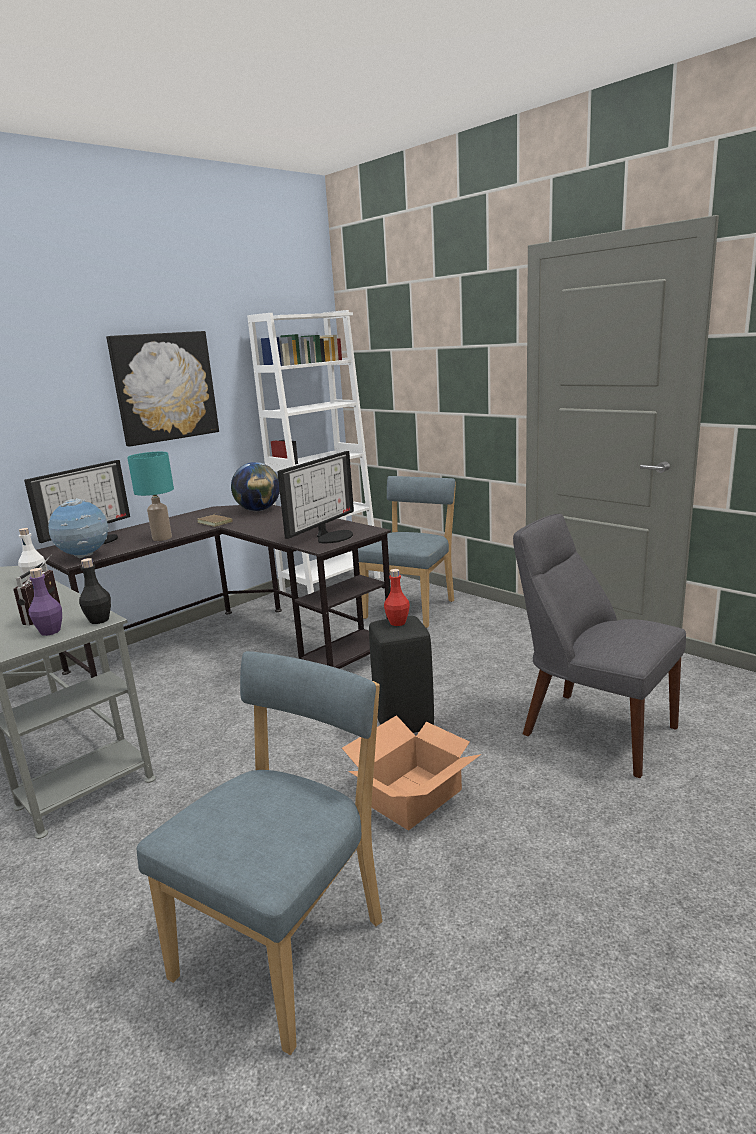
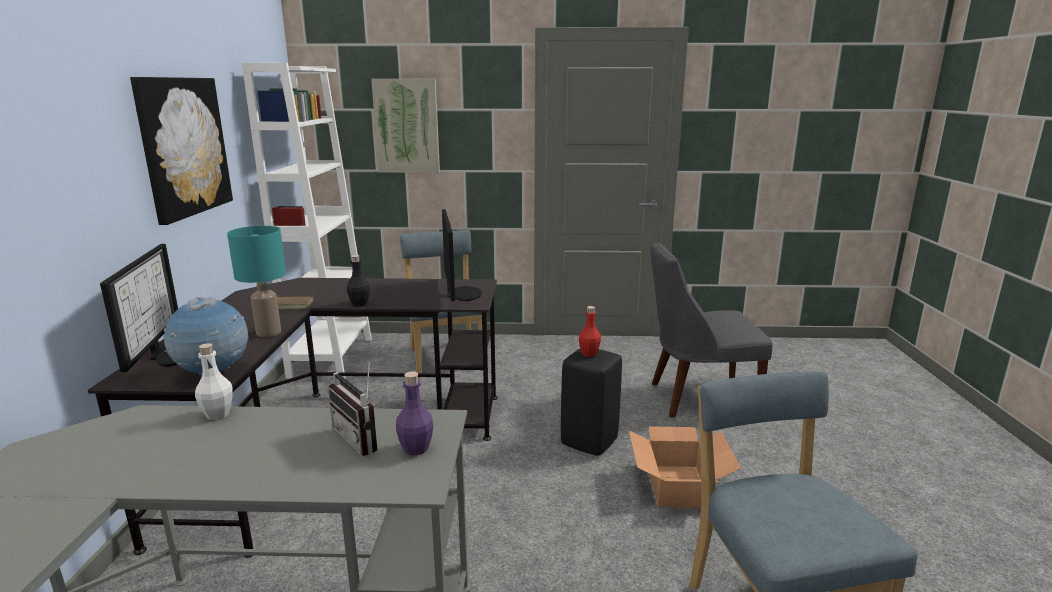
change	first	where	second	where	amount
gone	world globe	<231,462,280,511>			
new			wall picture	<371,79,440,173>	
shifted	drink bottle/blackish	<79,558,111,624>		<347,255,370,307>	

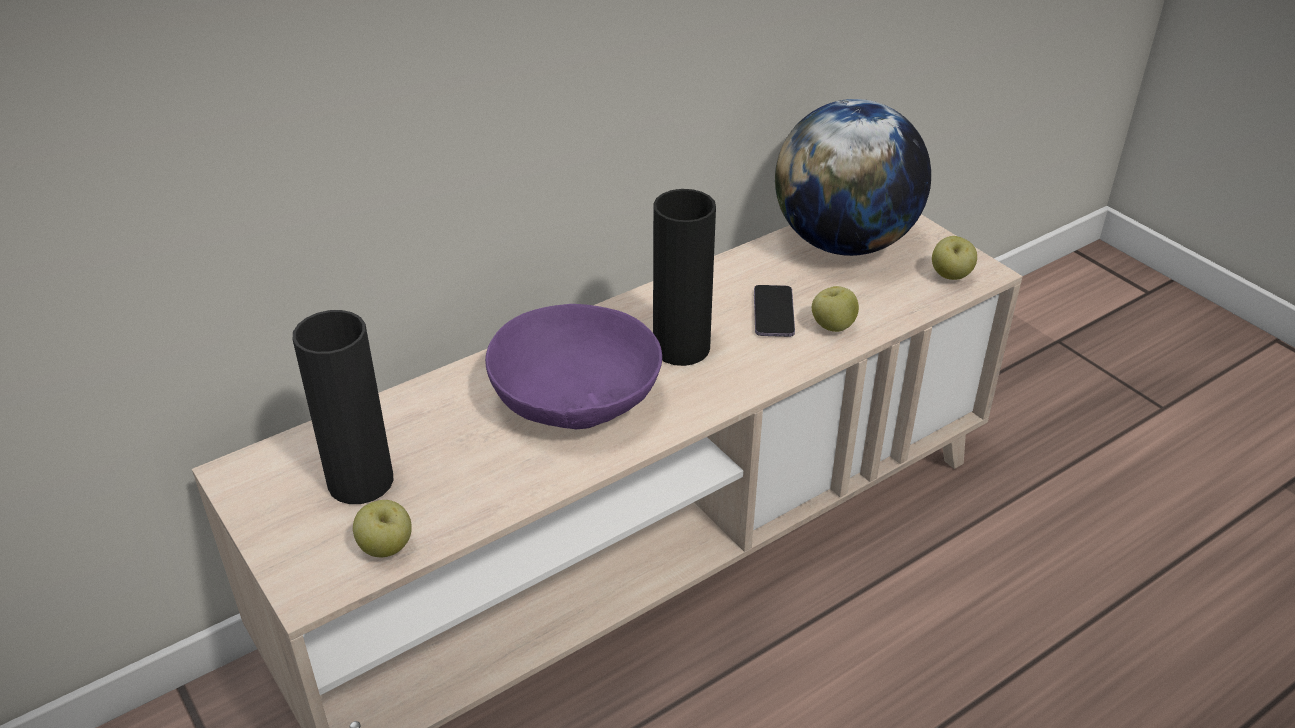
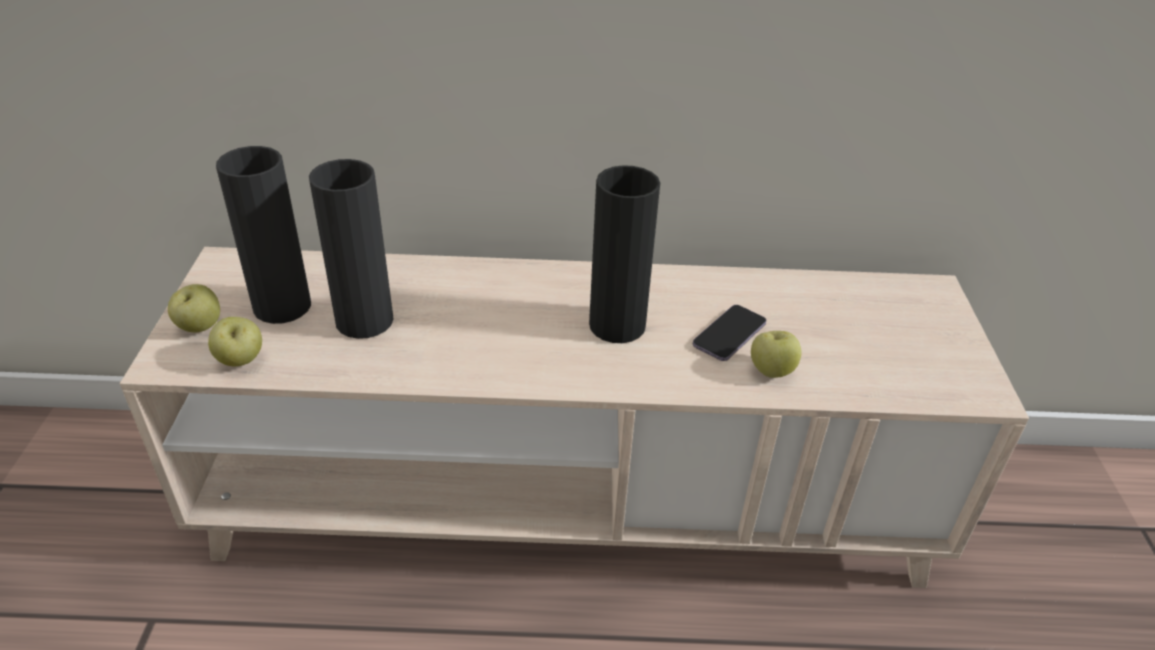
change	first	where	second	where	amount
gone	serving bowl/purplish	<485,304,662,429>			
gone	world globe	<775,99,931,256>			
new			flower vase/blackish	<309,159,394,339>	
shifted	whole apple	<932,236,977,280>		<168,284,220,332>	

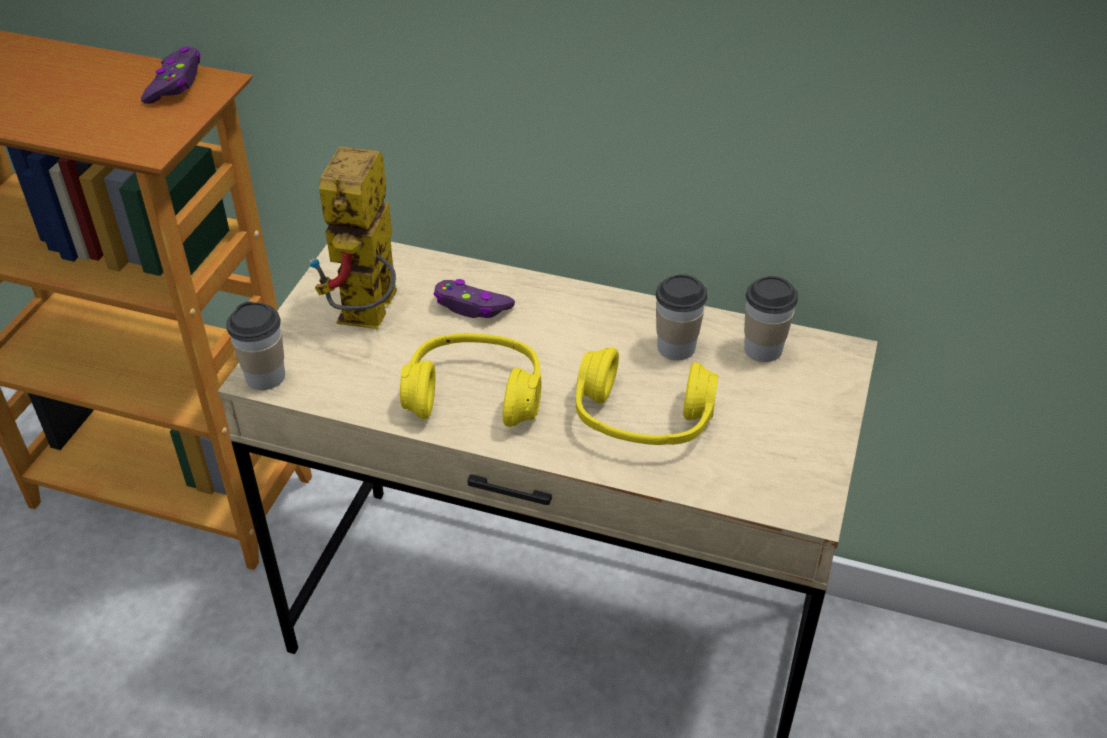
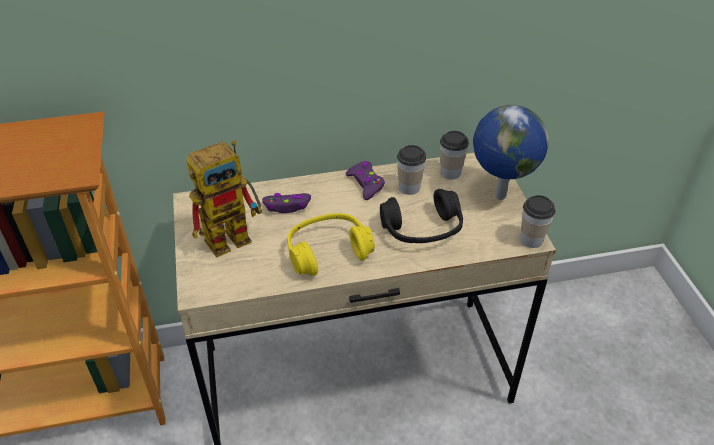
change	first	where	second	where	amount
new			world globe	<473,105,549,200>	
shifted	gamepad/purplish	<141,46,200,104>		<346,161,385,200>	
shifted	cup	<227,302,285,390>		<520,195,555,248>	
repainted	headset/yellow	<576,347,718,445>	headset/blackish	<380,189,463,243>	
rotated	robot figure	<309,147,397,329>		<186,140,262,257>	105 degrees counterclockwise

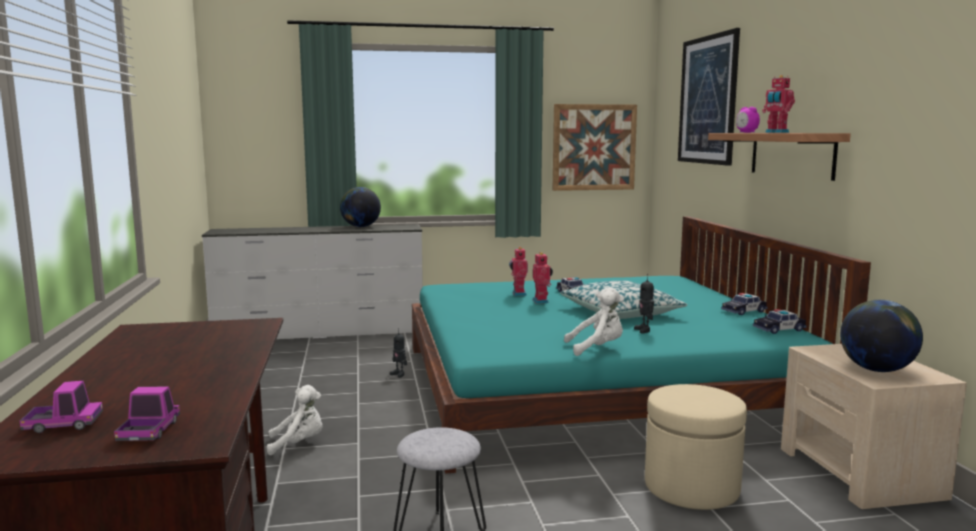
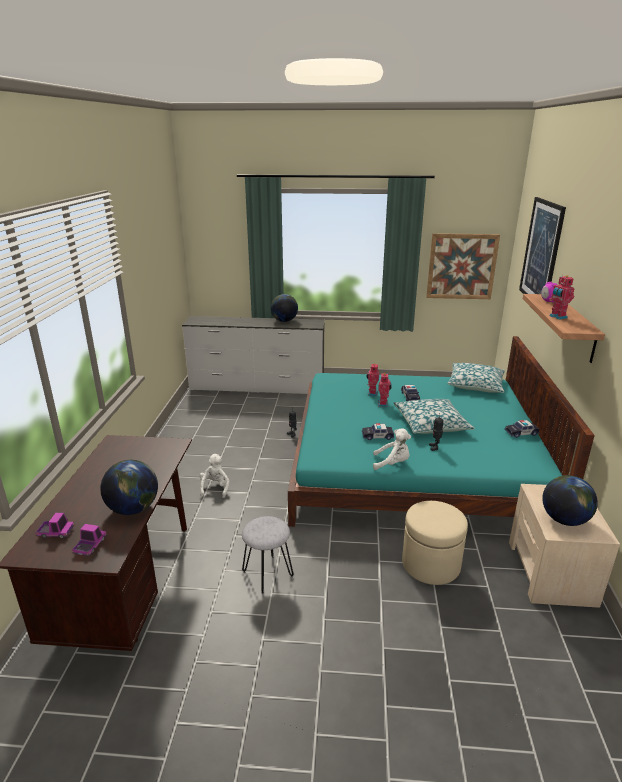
change	first	where	second	where	amount
new			world globe	<100,460,158,515>	
new			pillow	<447,363,505,393>	
shifted	toy car	<753,309,807,334>		<362,423,394,440>	
rotated	cuddly toy/white	<267,385,323,455>		<199,454,229,498>	90 degrees counterclockwise

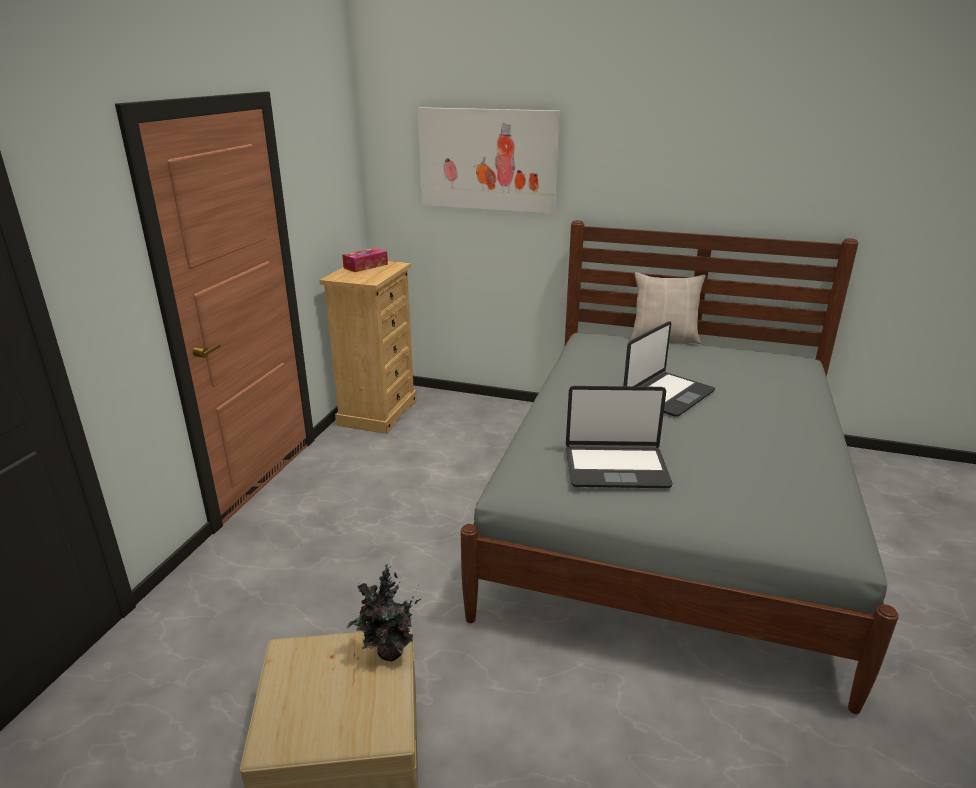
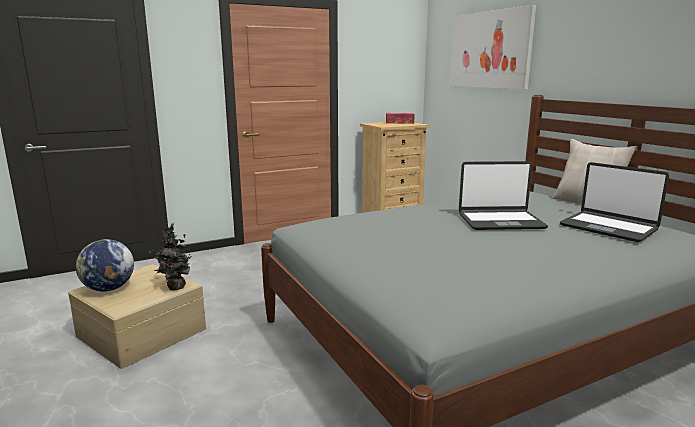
change	first	where	second	where	amount
new			world globe	<76,239,134,292>	
shifted	laptop	<566,386,673,488>		<560,162,669,242>	

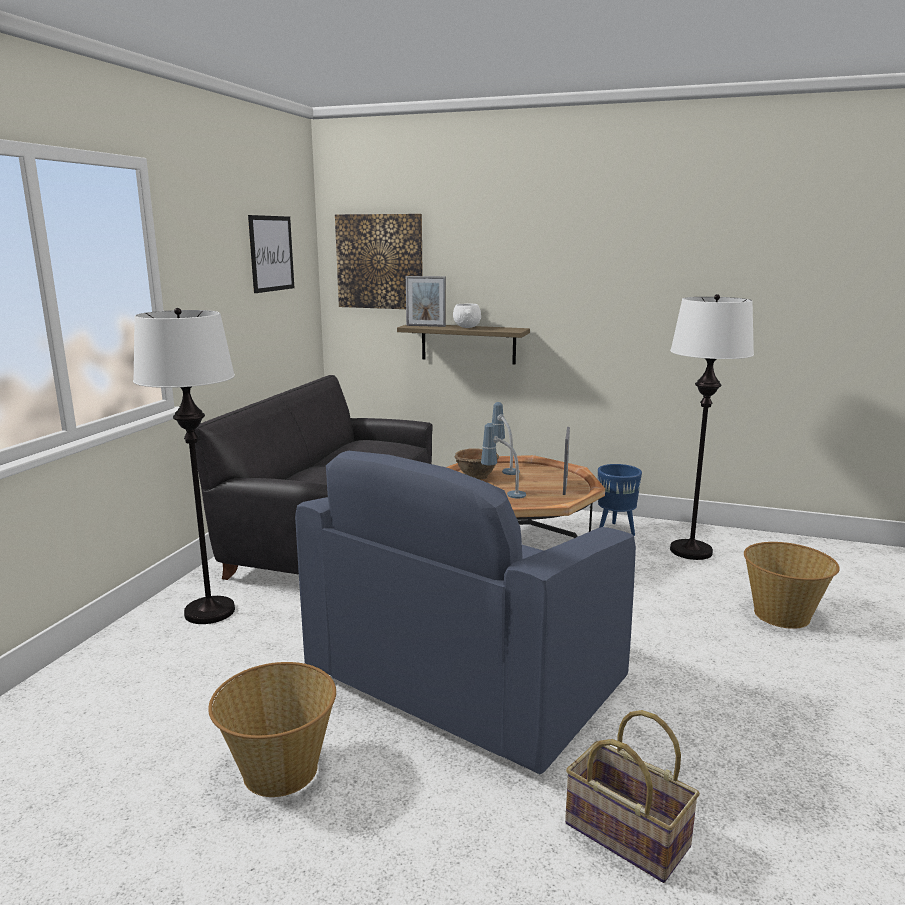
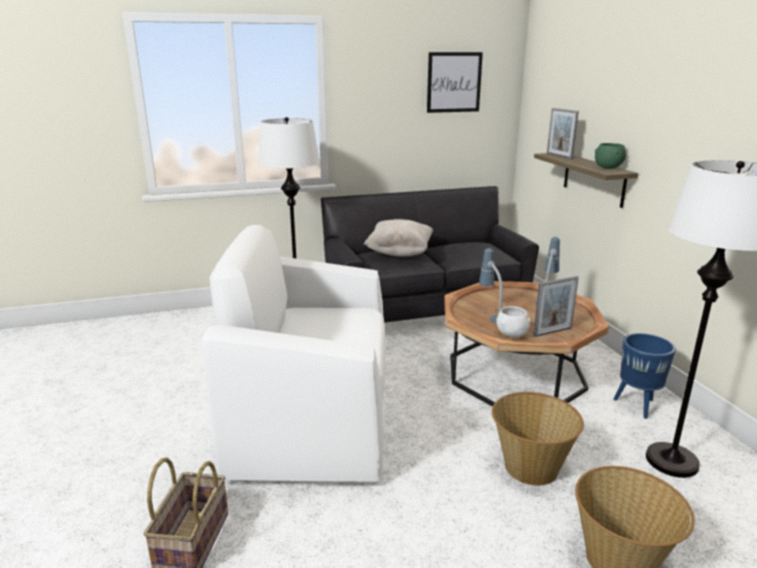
change	first	where	second	where	amount
gone	wall picture	<335,214,423,309>			
gone	serving bowl/brown-coloured	<455,448,499,480>			
new			pillow/beige	<364,219,433,257>	
new			serving bowl/green-coloured	<595,143,626,169>	
shifted	basket	<208,662,336,797>		<492,392,584,486>	
shifted	serving bowl/white	<453,304,481,328>		<496,306,531,338>	
repainted	armchair/blue-coloured	<295,451,636,774>	armchair/white	<202,225,385,483>	

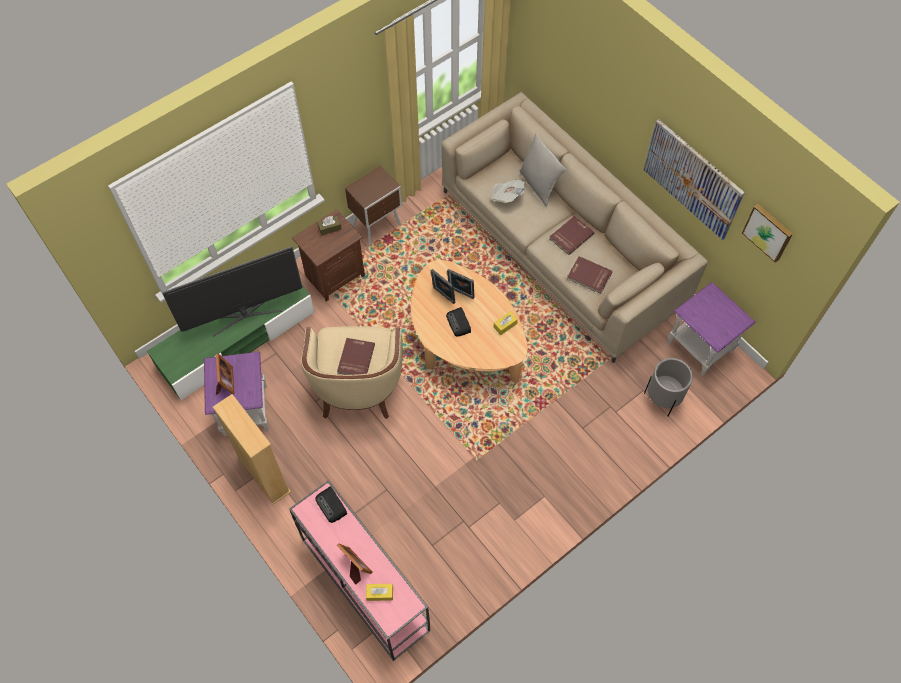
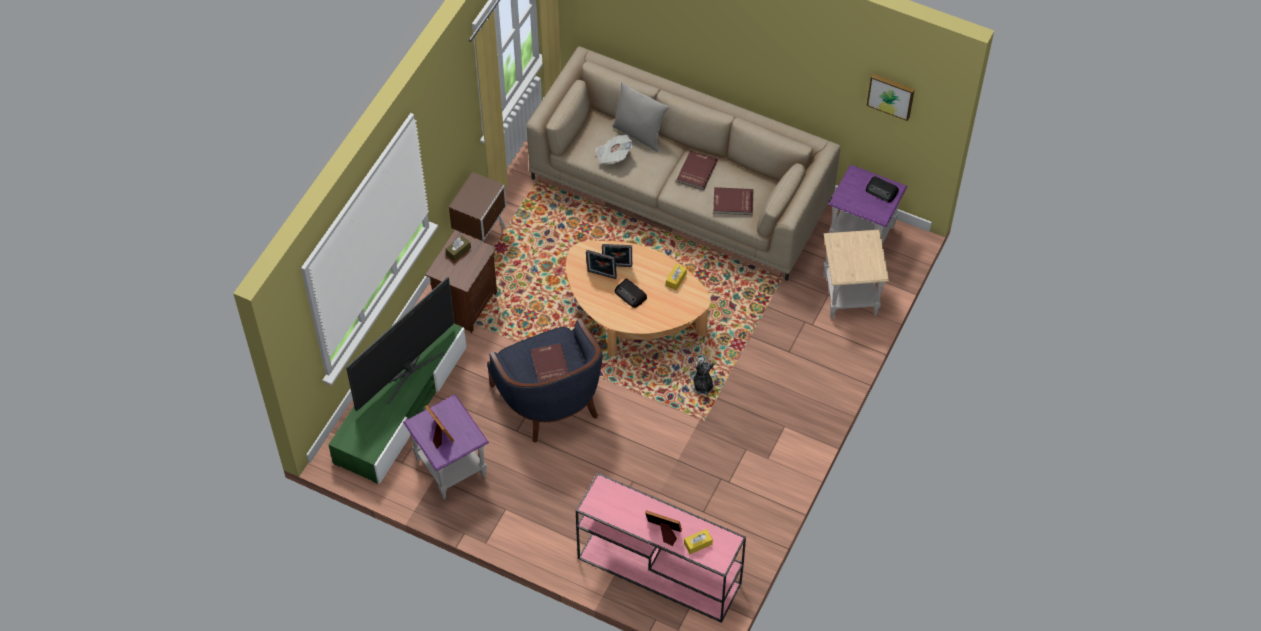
change	first	where	second	where	amount
gone	bookcase/beige	<213,394,291,505>			
gone	wall picture	<643,119,745,240>			
new			cuddly toy	<691,357,714,396>	
shifted	radio set	<315,487,347,523>		<866,176,899,202>	
swapped	flower pot/gray	<644,358,693,417>	end table/beige	<823,230,889,319>	
repainted	armchair/beige	<301,326,403,419>	armchair/blue-coloured	<487,318,602,443>	

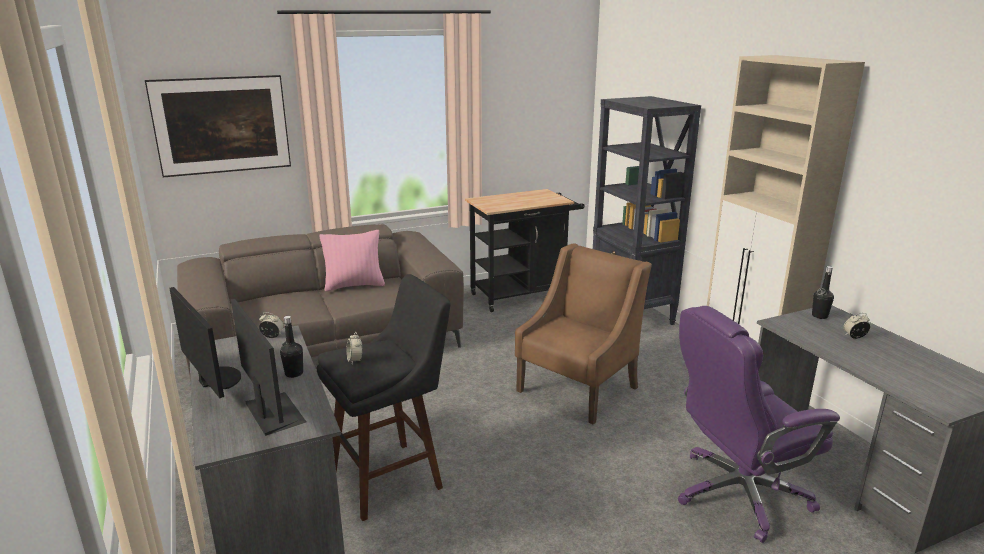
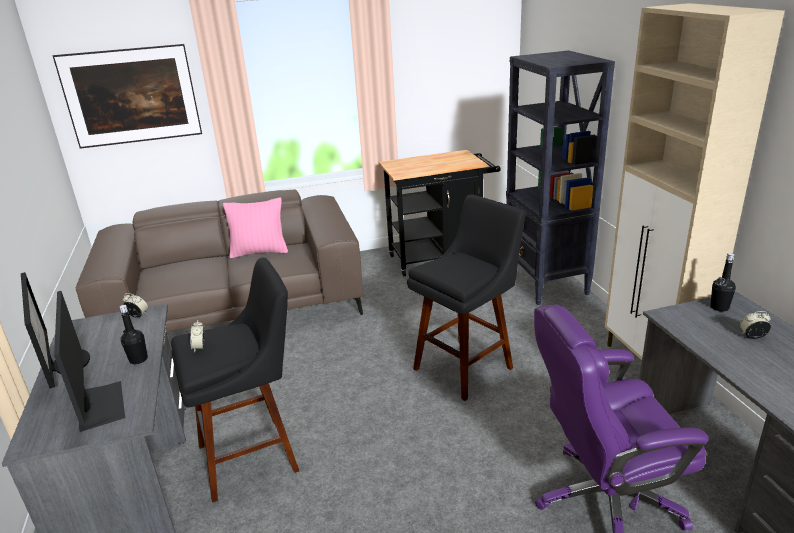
change	first	where	second	where	amount
swapped	armchair/brown-coloured	<515,244,652,425>	stool seat/blackish	<407,194,526,401>	

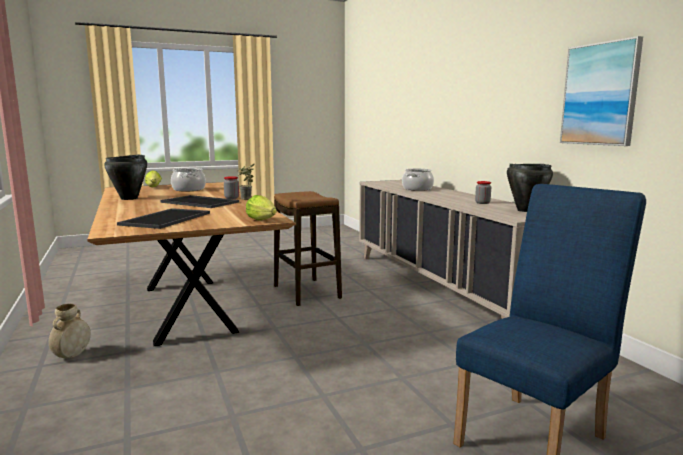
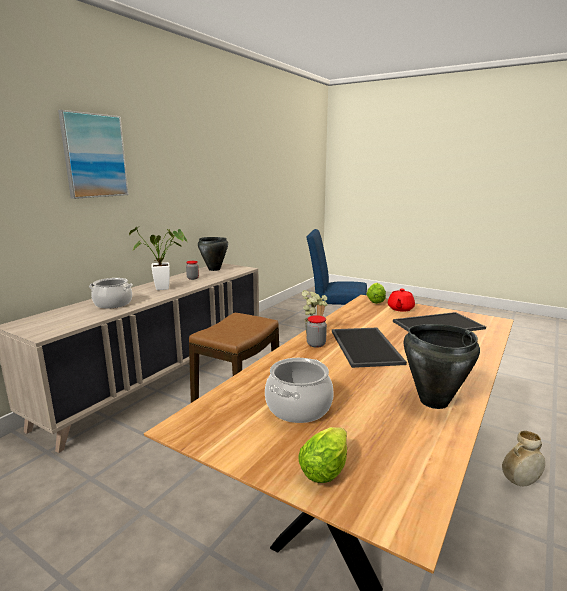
change	first	where	second	where	amount
new			plant in a pot	<129,226,187,290>	
new			teapot/reddish	<388,289,415,312>	
shifted	wall picture	<560,36,643,146>		<58,110,129,199>	

